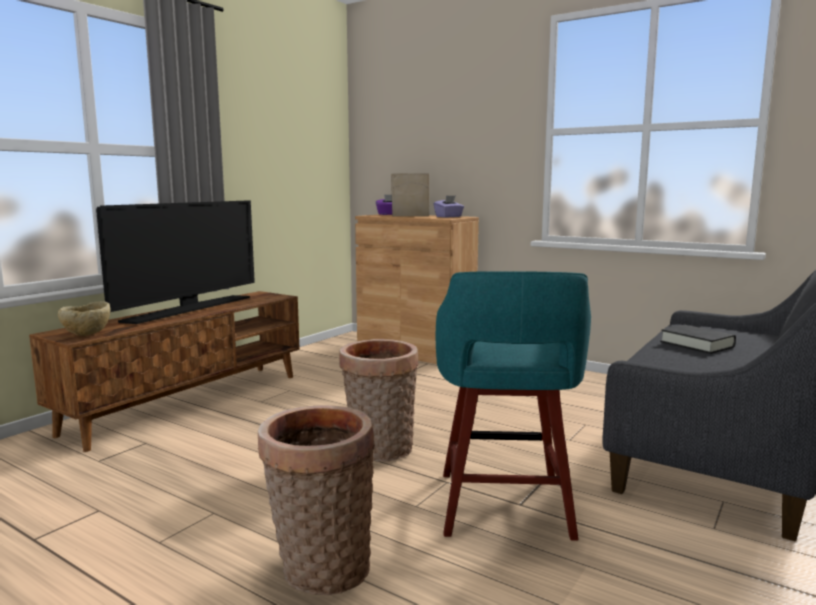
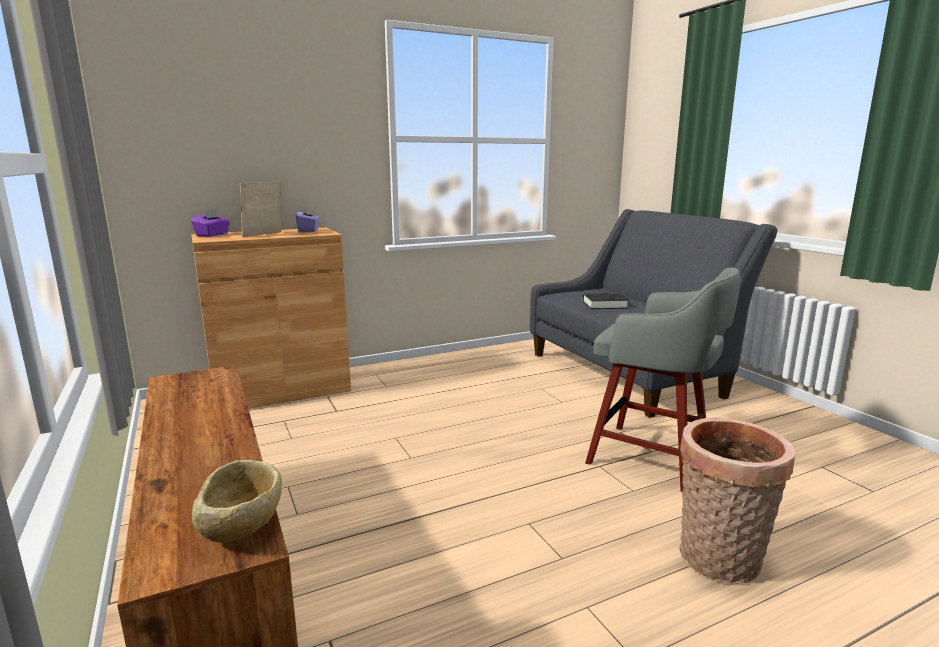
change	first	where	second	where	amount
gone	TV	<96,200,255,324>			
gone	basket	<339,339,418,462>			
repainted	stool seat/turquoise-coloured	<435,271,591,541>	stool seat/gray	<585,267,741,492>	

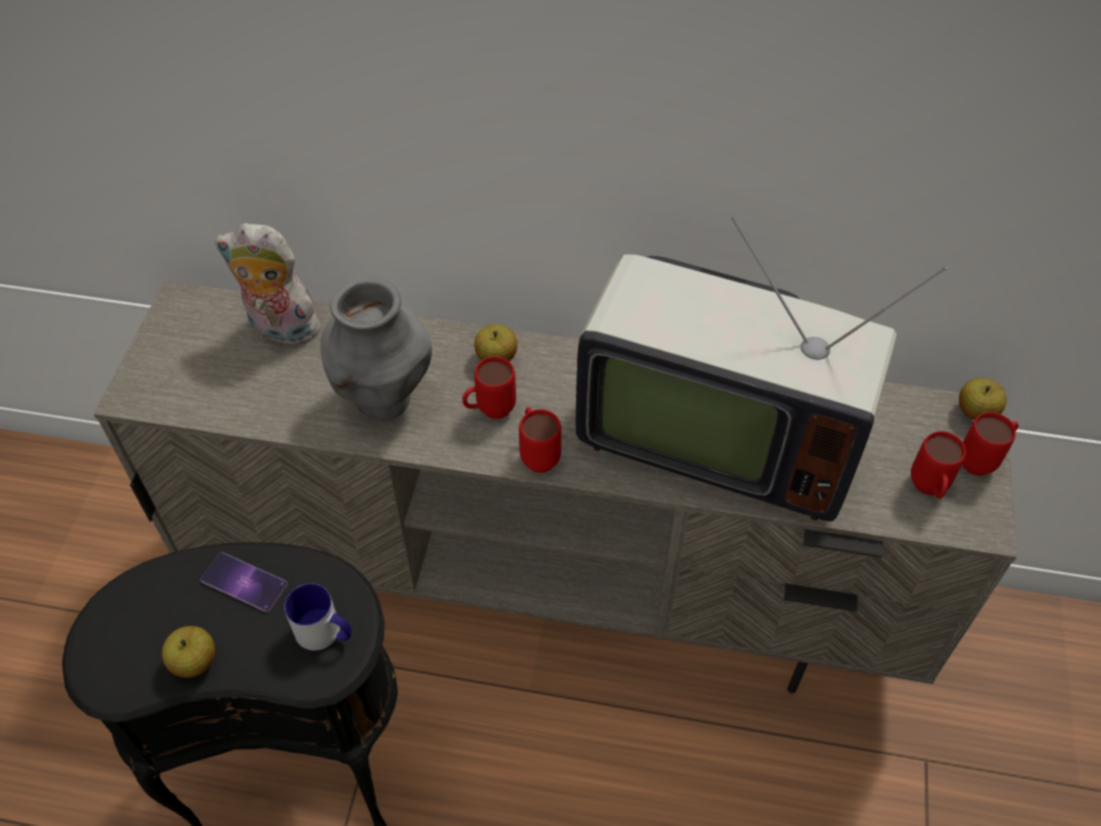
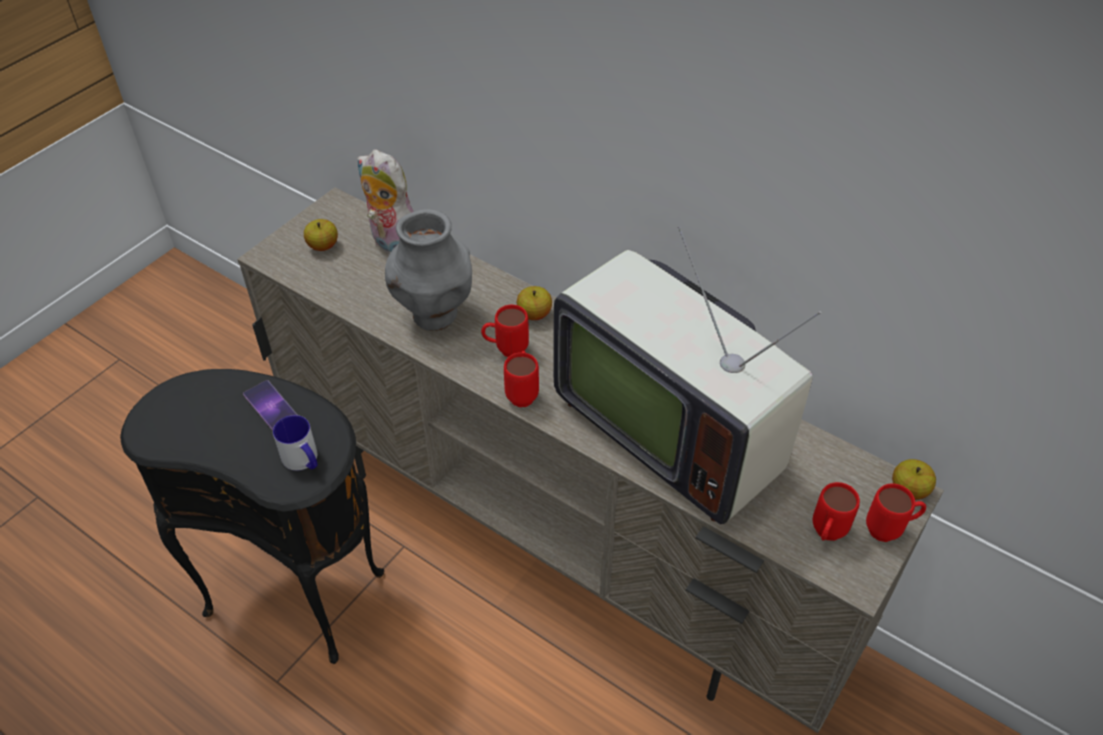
change	first	where	second	where	amount
shifted	whole apple	<162,626,215,678>		<304,219,338,251>	

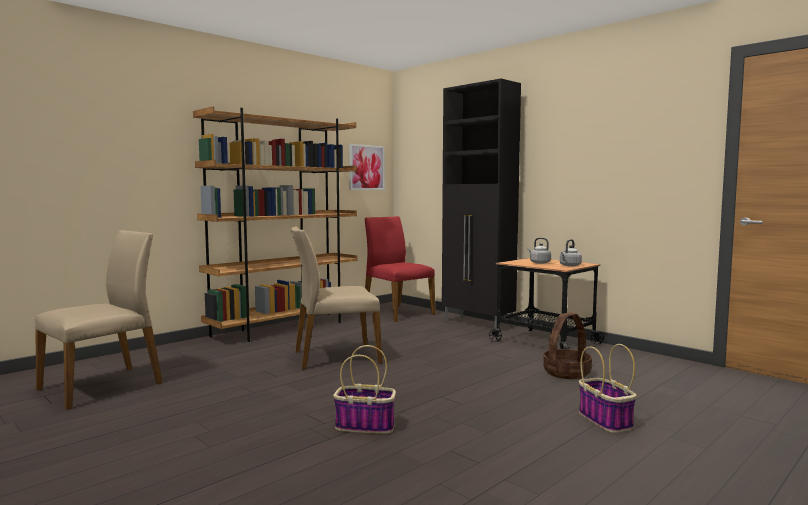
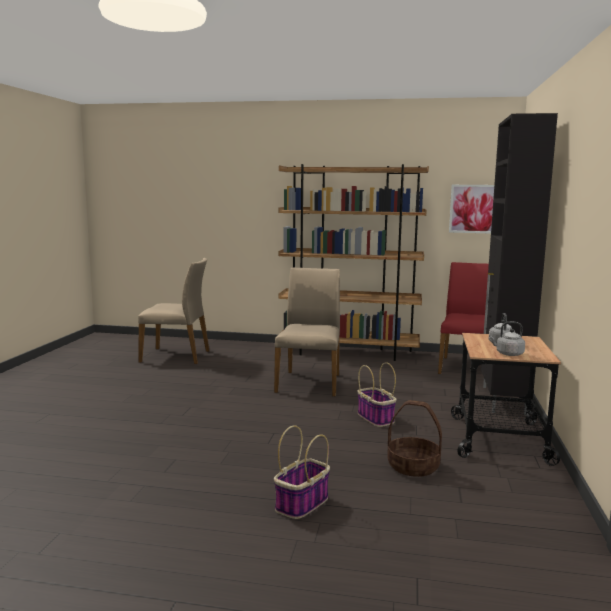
change	first	where	second	where	amount
shifted	basket	<333,345,396,434>		<357,362,396,427>	
rotated	upright chair/beige	<291,226,382,370>		<274,267,340,396>	60 degrees clockwise

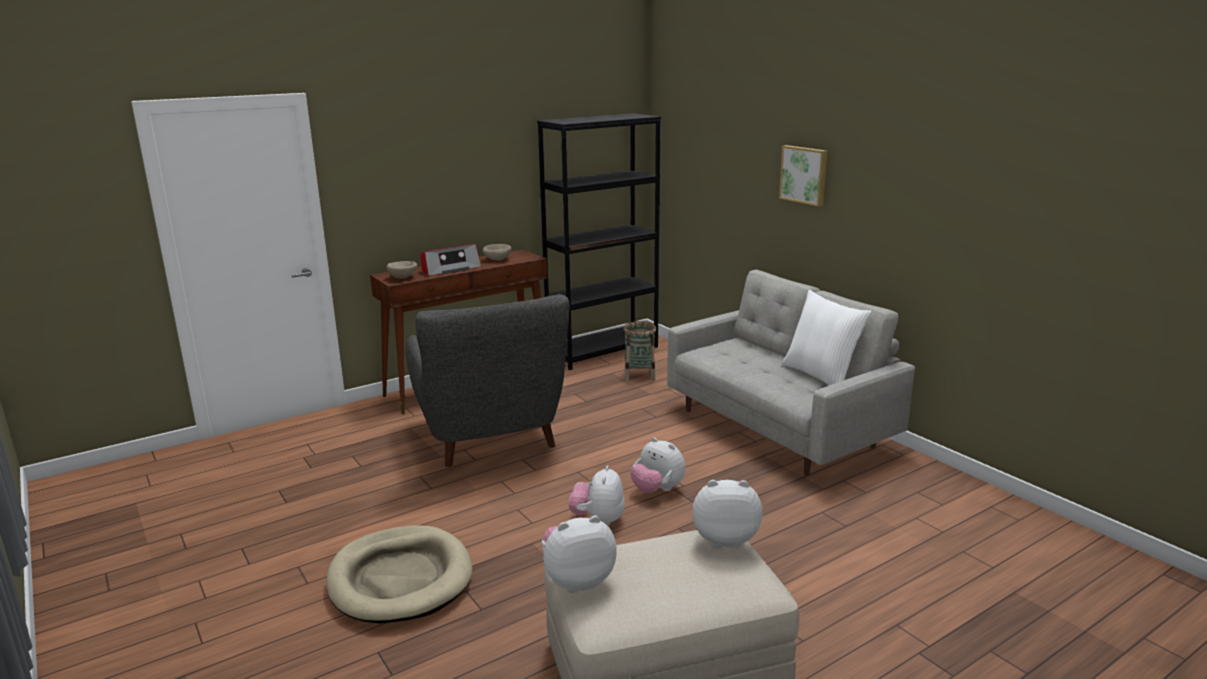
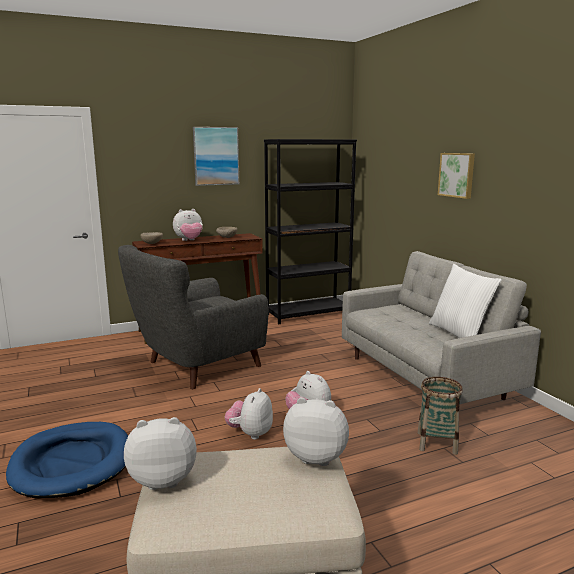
change	first	where	second	where	amount
new			wall picture	<193,127,239,186>	
shifted	basket	<623,321,656,381>		<418,377,463,455>	
swapped	radio set	<420,244,482,276>	cuddly toy	<173,209,203,241>	
repainted	dog cushion/beige	<326,525,472,624>	dog cushion/blue-coloured	<6,422,128,498>	
rotated	armchair/gray	<405,294,569,467>		<118,245,269,389>	60 degrees clockwise

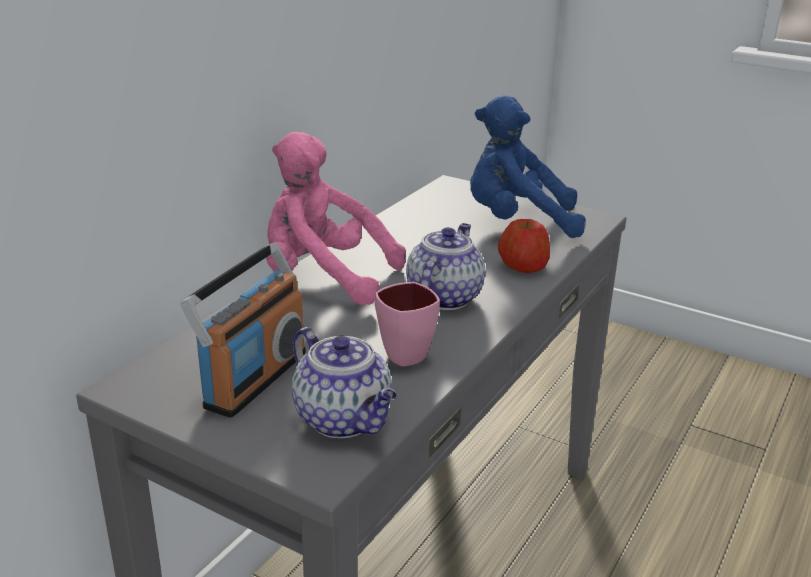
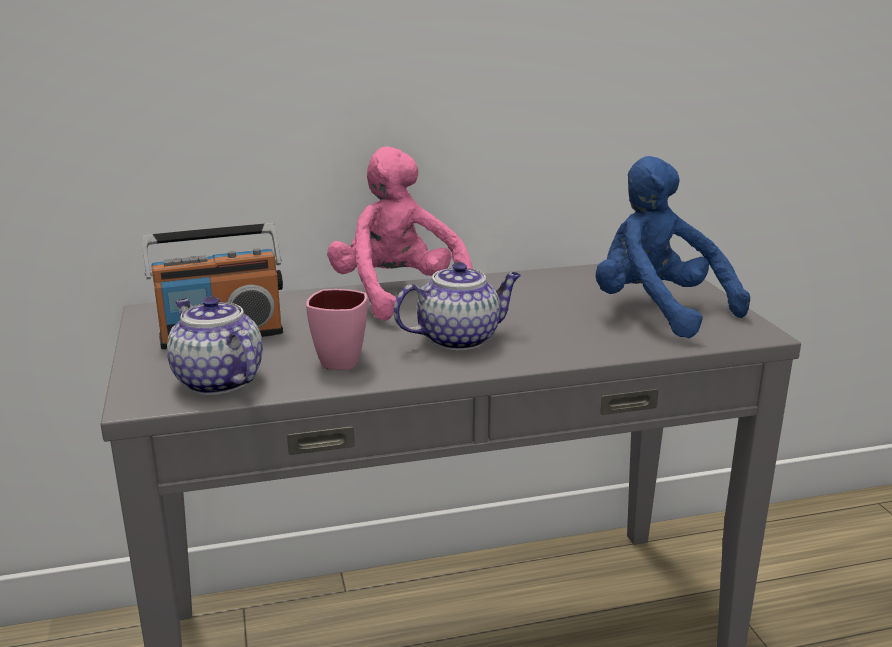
change	first	where	second	where	amount
gone	whole apple	<498,219,550,273>			
rotated	teapot	<292,327,397,438>		<167,296,263,395>	135 degrees clockwise

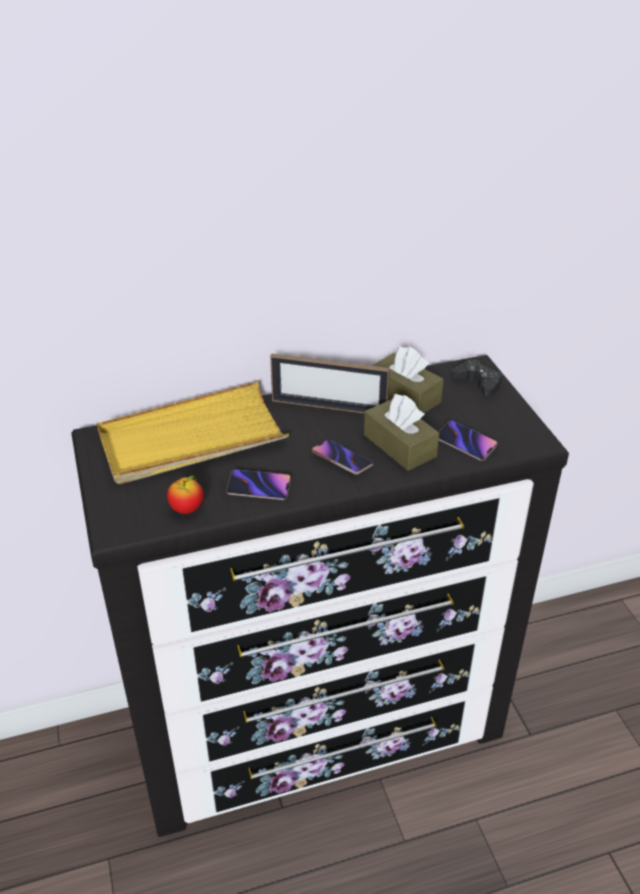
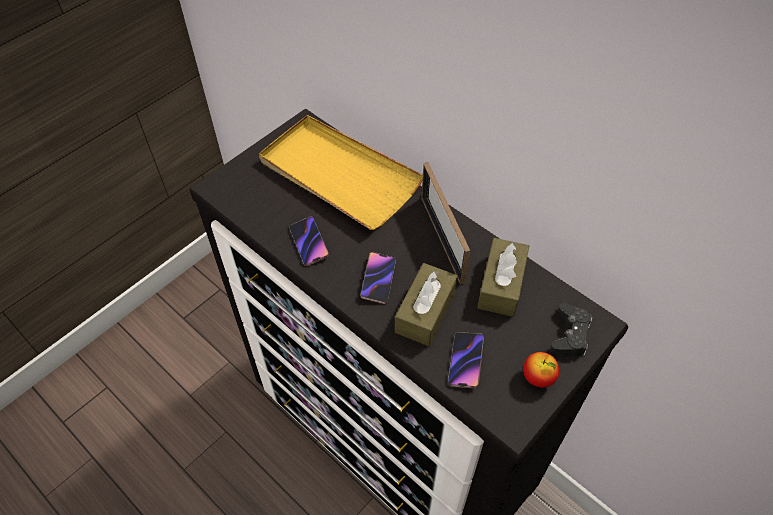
change	first	where	second	where	amount
shifted	whole apple	<167,475,204,514>		<523,352,559,387>	

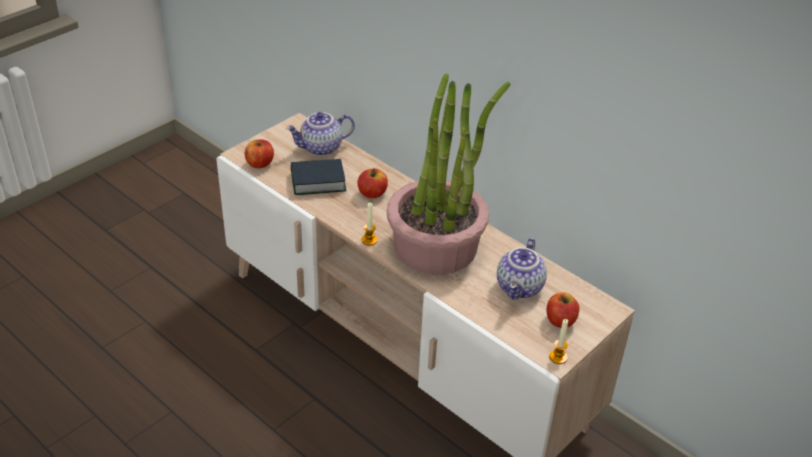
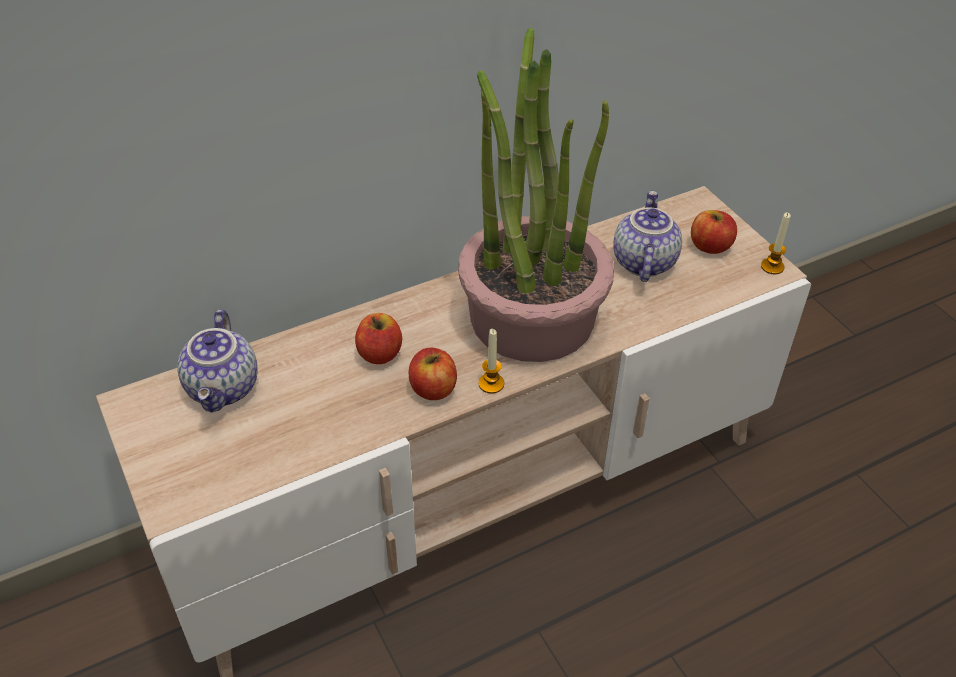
change	first	where	second	where	amount
gone	bound book	<291,159,346,195>			
shifted	whole apple	<245,139,274,168>		<409,348,457,400>	
rotated	teapot	<497,238,547,299>		<613,191,682,282>	120 degrees counterclockwise

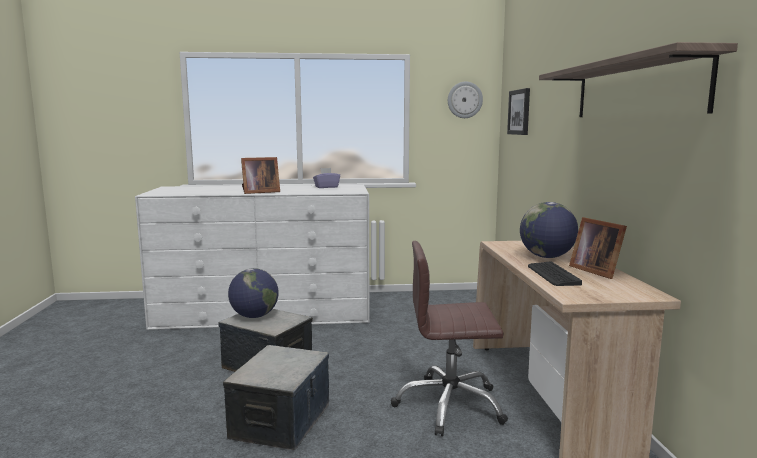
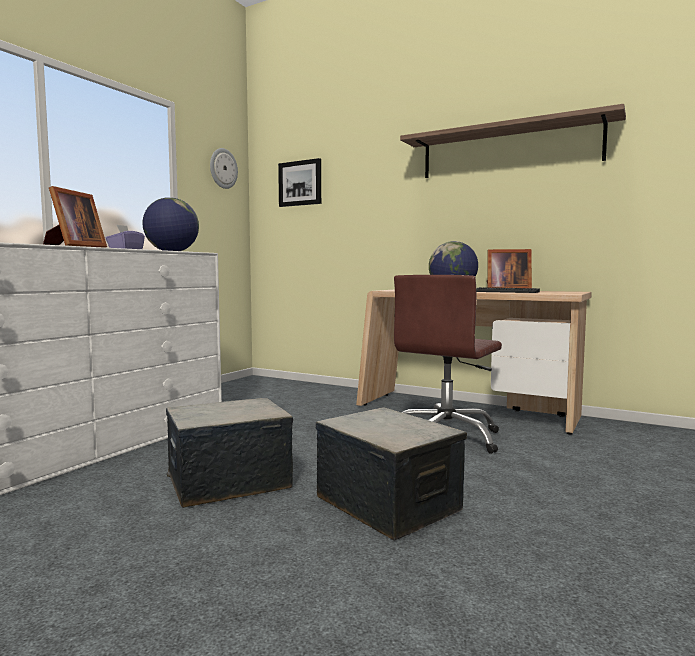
change	first	where	second	where	amount
shifted	world globe	<228,268,279,318>		<142,197,199,251>	

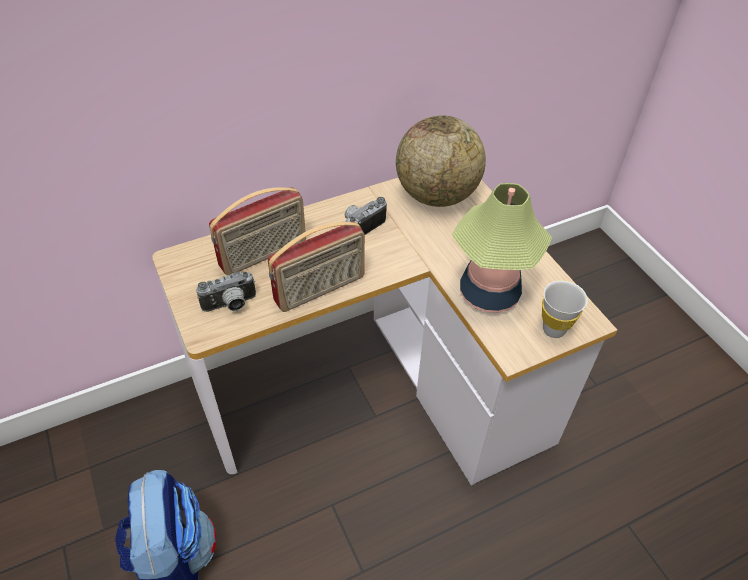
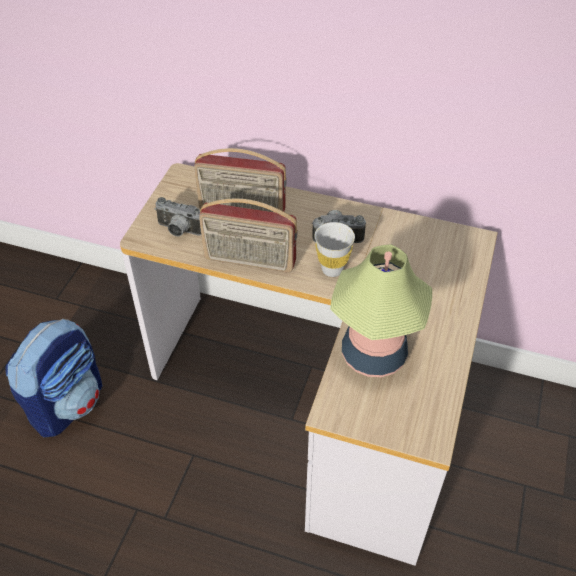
change	first	where	second	where	amount
gone	world globe	<396,115,486,207>			
shifted	cup/white	<542,280,588,338>		<315,222,355,277>	

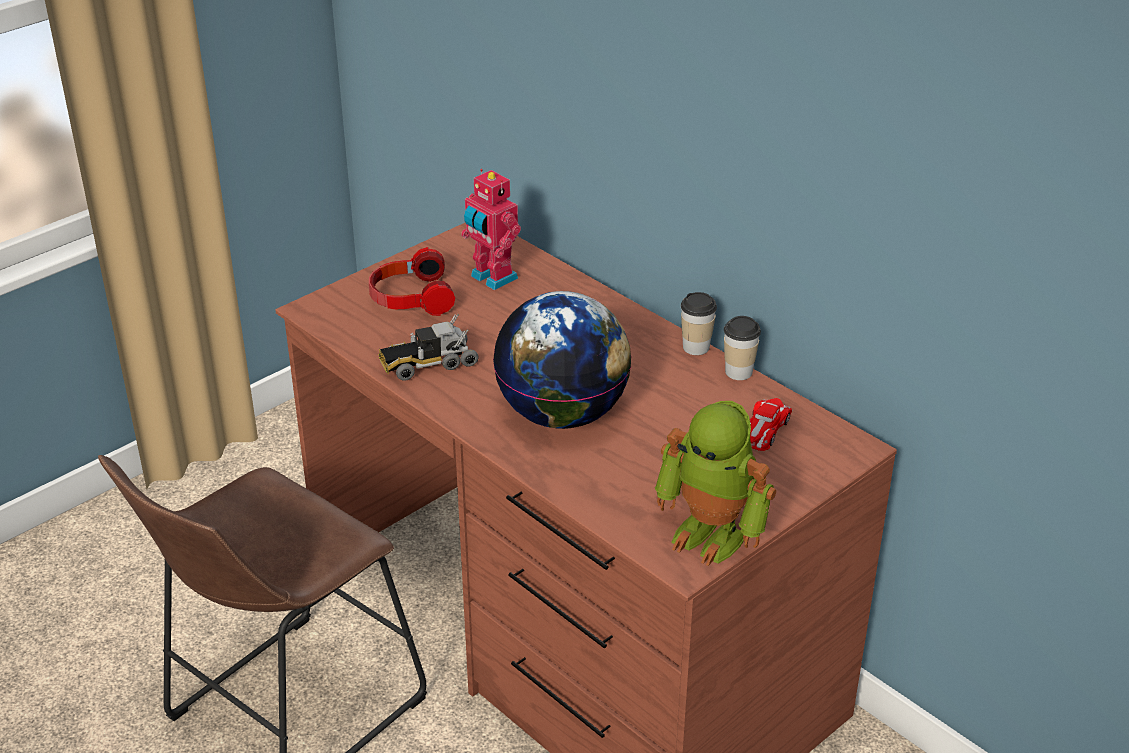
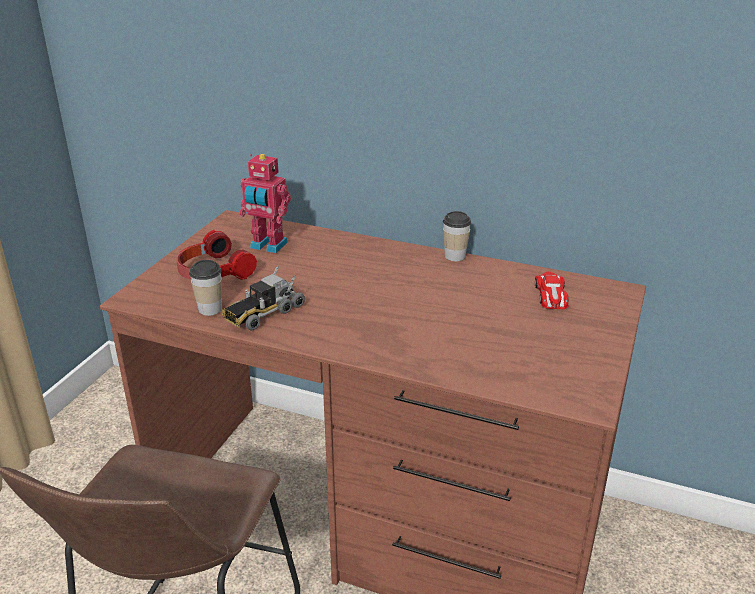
change	first	where	second	where	amount
gone	world globe	<493,291,632,429>			
gone	robot figure	<655,401,776,566>			
shifted	cup	<724,316,761,380>		<189,260,222,316>	

